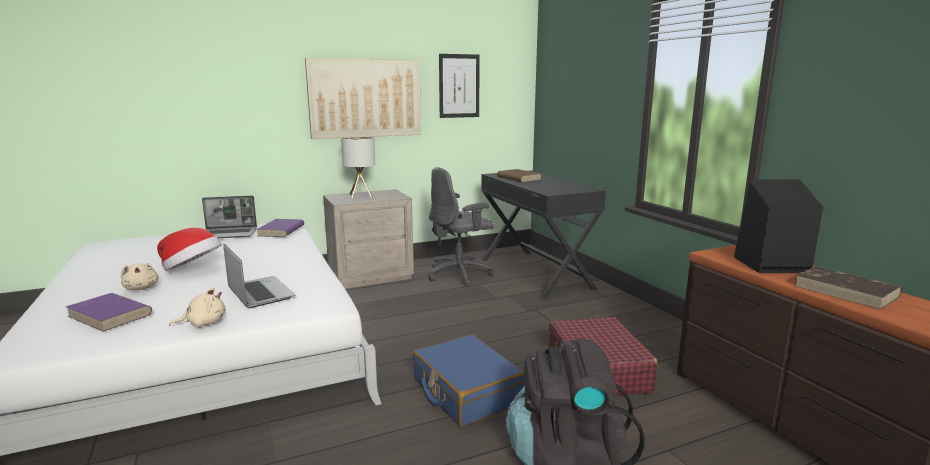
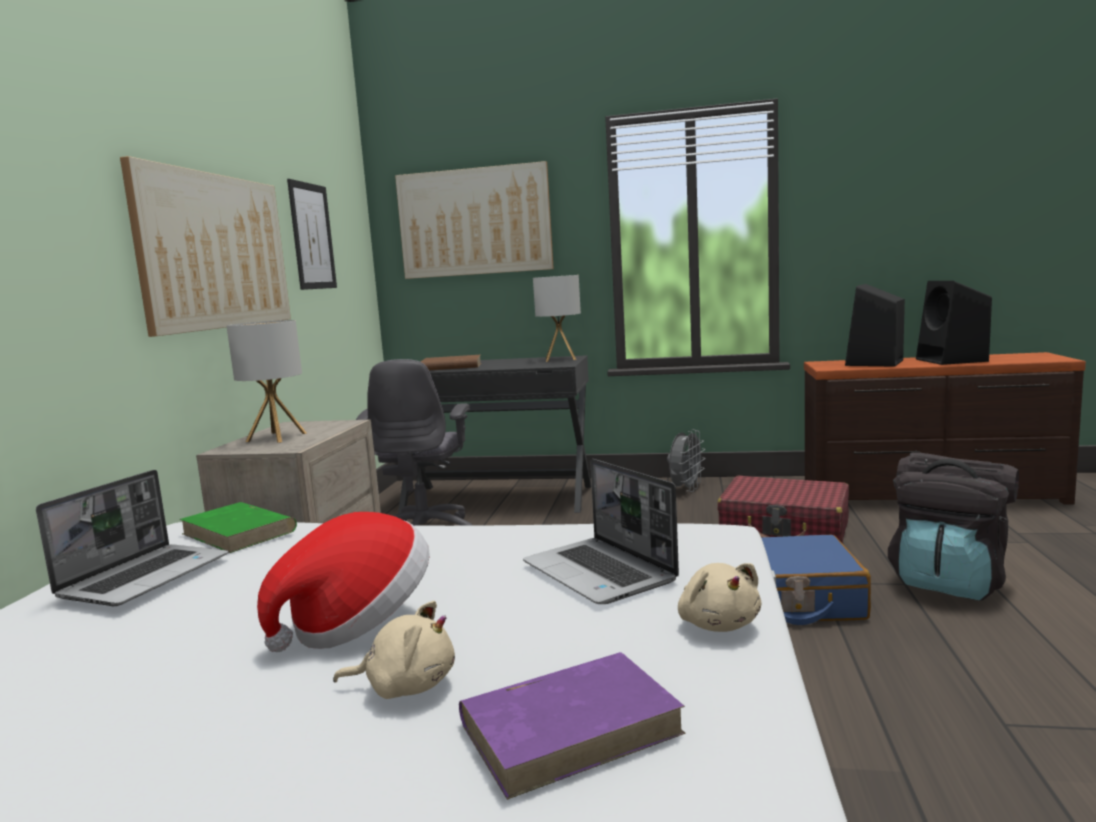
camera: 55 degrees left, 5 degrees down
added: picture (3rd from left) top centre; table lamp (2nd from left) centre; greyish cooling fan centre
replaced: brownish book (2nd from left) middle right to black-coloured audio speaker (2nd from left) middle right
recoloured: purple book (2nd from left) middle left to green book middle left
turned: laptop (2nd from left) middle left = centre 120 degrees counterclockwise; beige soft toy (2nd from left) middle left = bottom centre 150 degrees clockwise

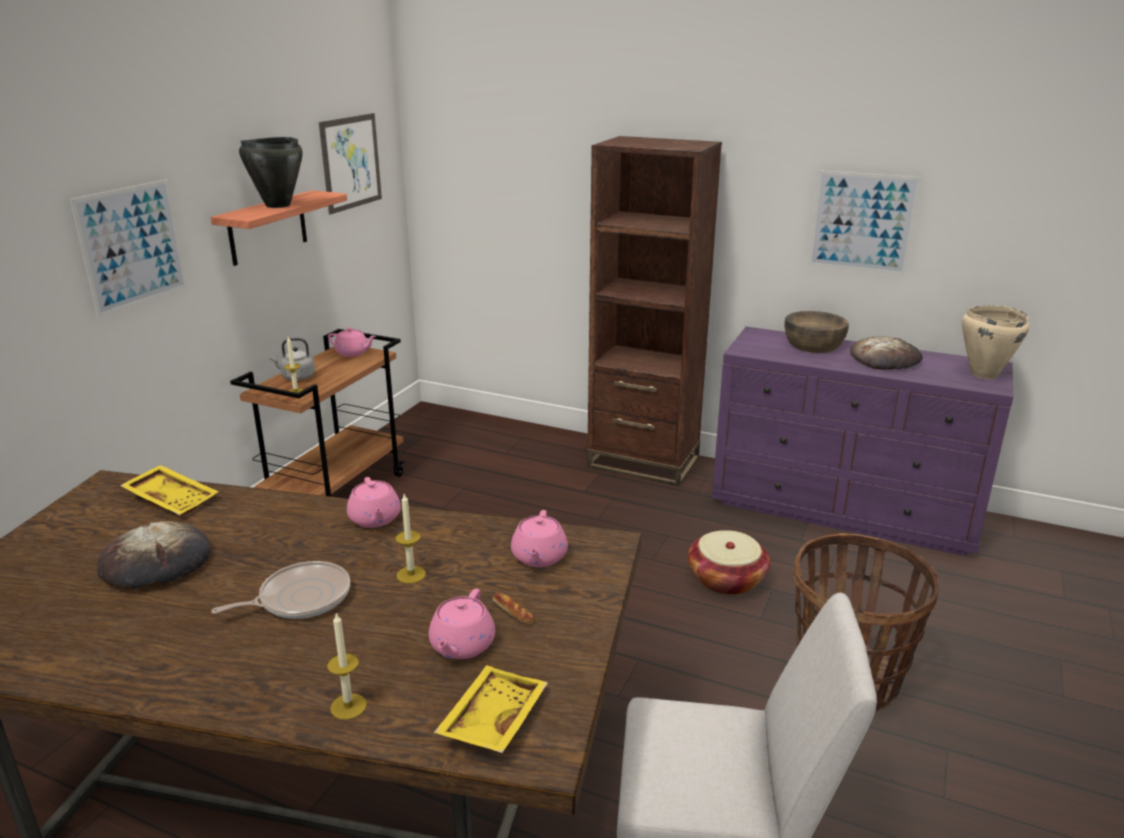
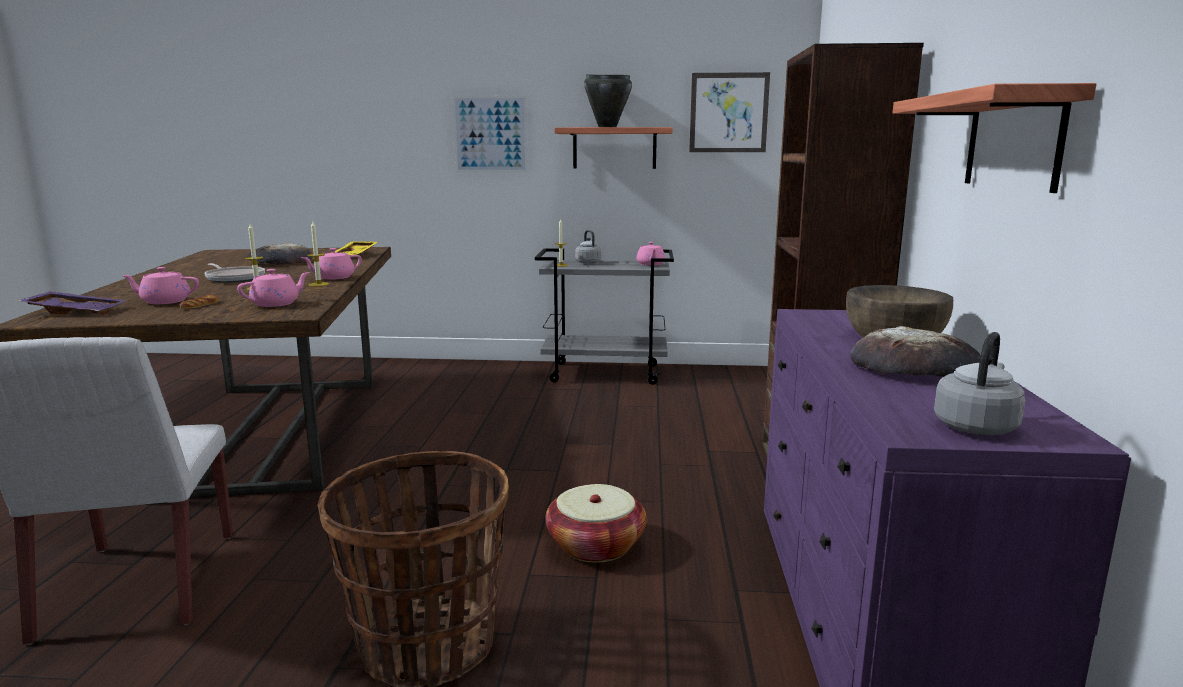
camera: 70 degrees right, 10 degrees down
moved: candle (2nd from left) bottom left to middle left
replaced: picture (3rd from left) top right to wall shelf (2nd from left) top right; beige cooking pot middle right to greyish kettle (2nd from left) middle right
recoloured: brownish trolley middle left to greyish trolley centre; yellow-coloured tray (2nd from left) bottom centre to purple tray middle left
turned: pink-coloured pot for tea (4th from left in the first image) centre = middle left 150 degrees clockwise

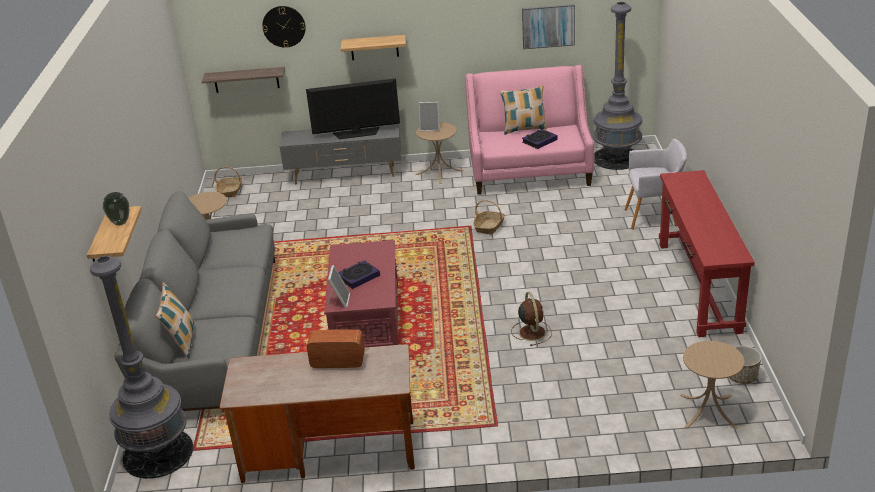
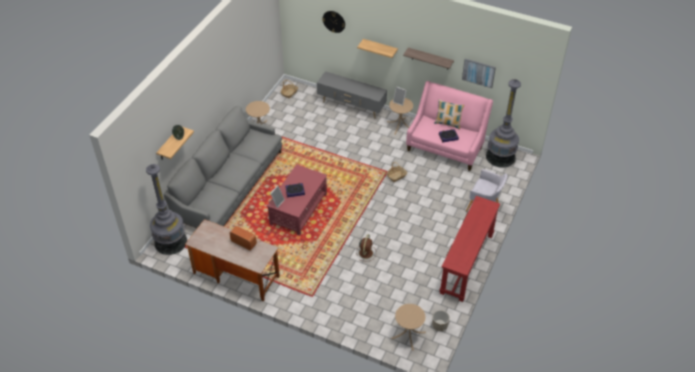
camera: 25 degrees right, 15 degrees up
removed: TV top centre; cushion (1st from left) middle left
moved: wall shelf (2nd from left in the first image) top left to wall shelf (3rd from left) top centre

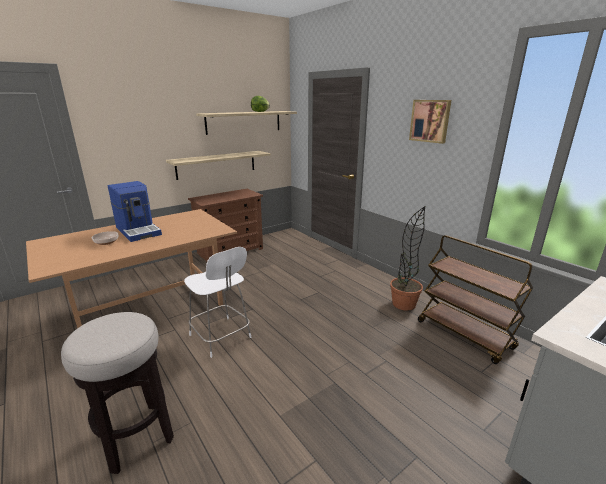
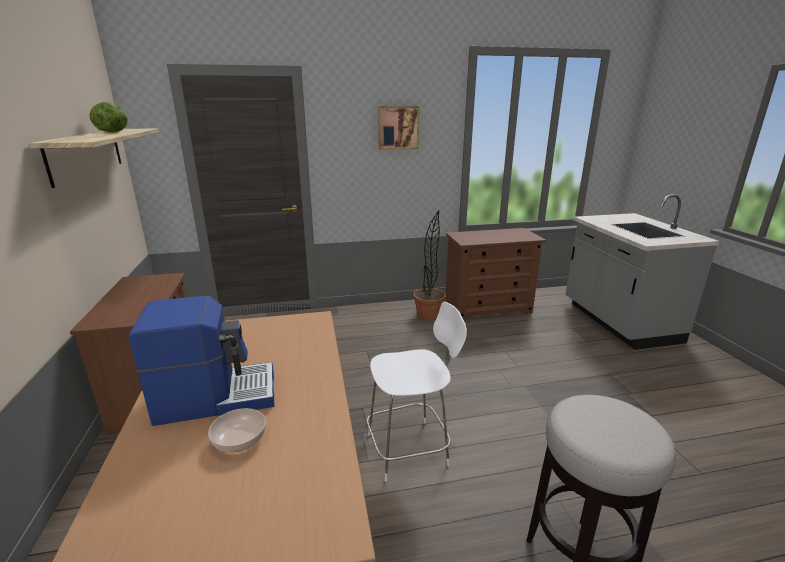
camera: 65 degrees left, 0 degrees up
removed: wall shelf (1st from left) centre
replaced: brownish trolley middle right to brownish dresser (2nd from left) centre

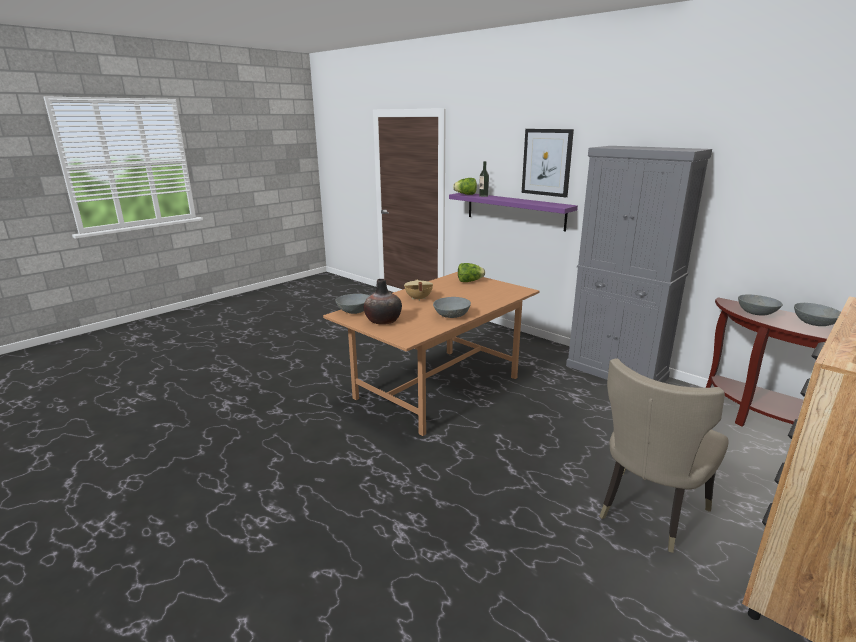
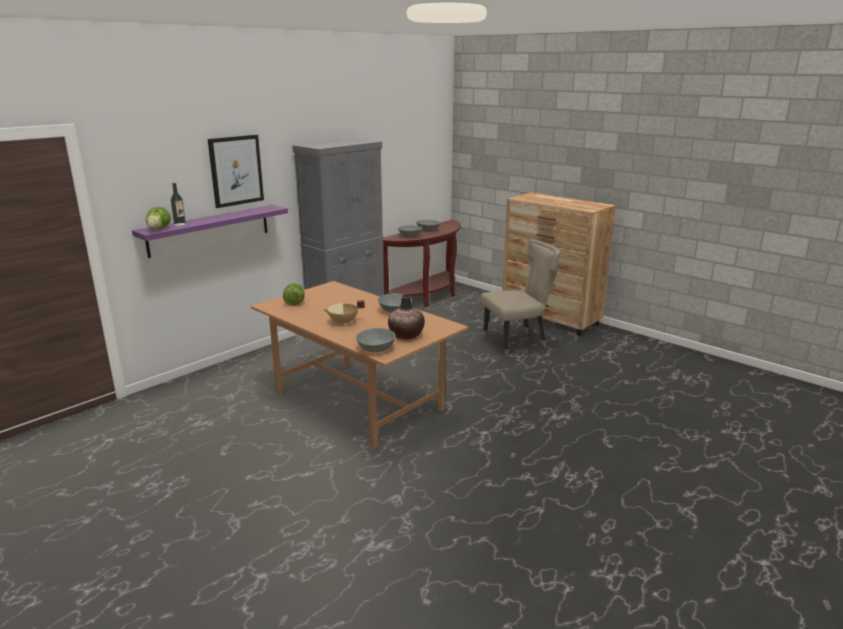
camera: 90 degrees left, 0 degrees up
turned: beige plain chair bottom right = centre 60 degrees counterclockwise

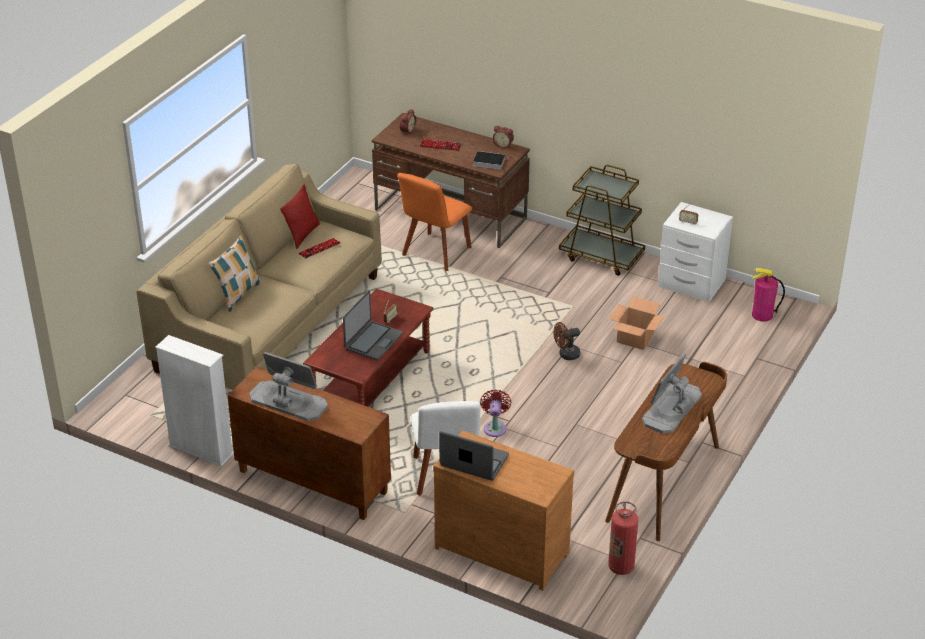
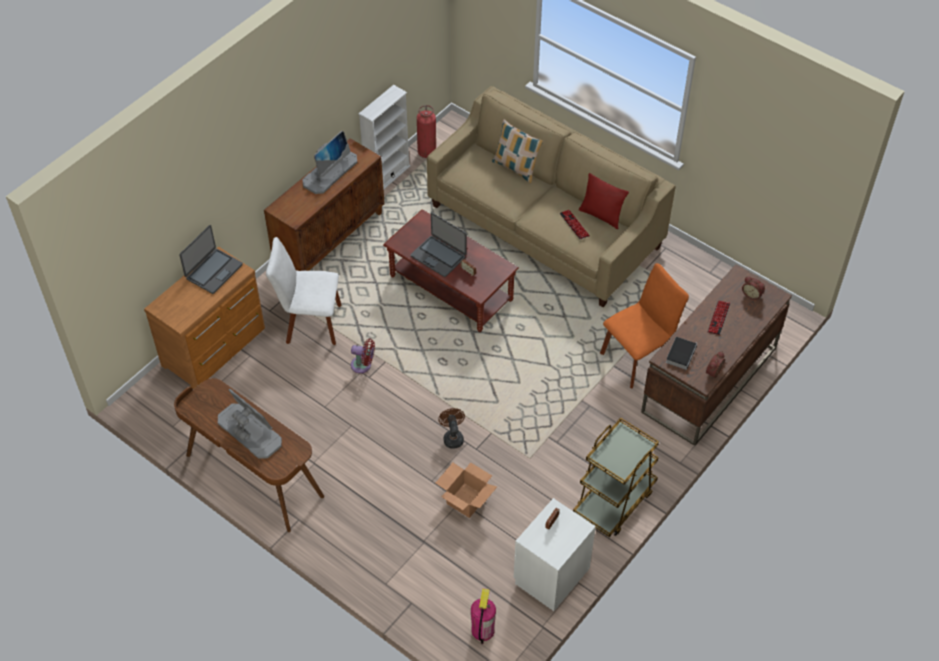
camera: 100 degrees right, 15 degrees up
moved: fire-fighting cylinder (1st from left) bottom right to top centre
turned: orange-coloured plain chair centre = middle right 105 degrees clockwise

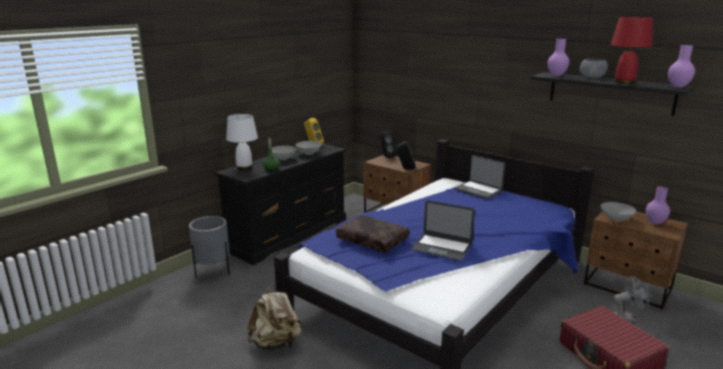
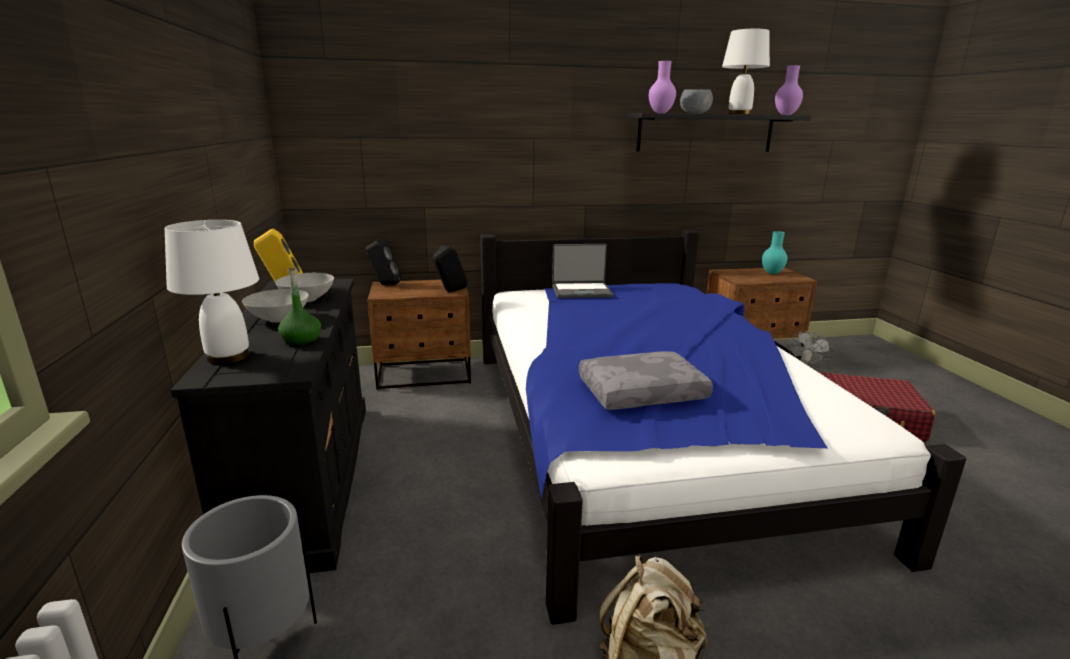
camera: 50 degrees left, 0 degrees up
removed: laptop (1st from left) centre; greyish bowl (4th from left) middle right
recoloured: red-coloured table lamp top right to white table lamp (2nd from left) top right; purple decorative vase (2nd from left) middle right to turquoise decorative vase middle right; brownish cushion centre to greyish cushion centre

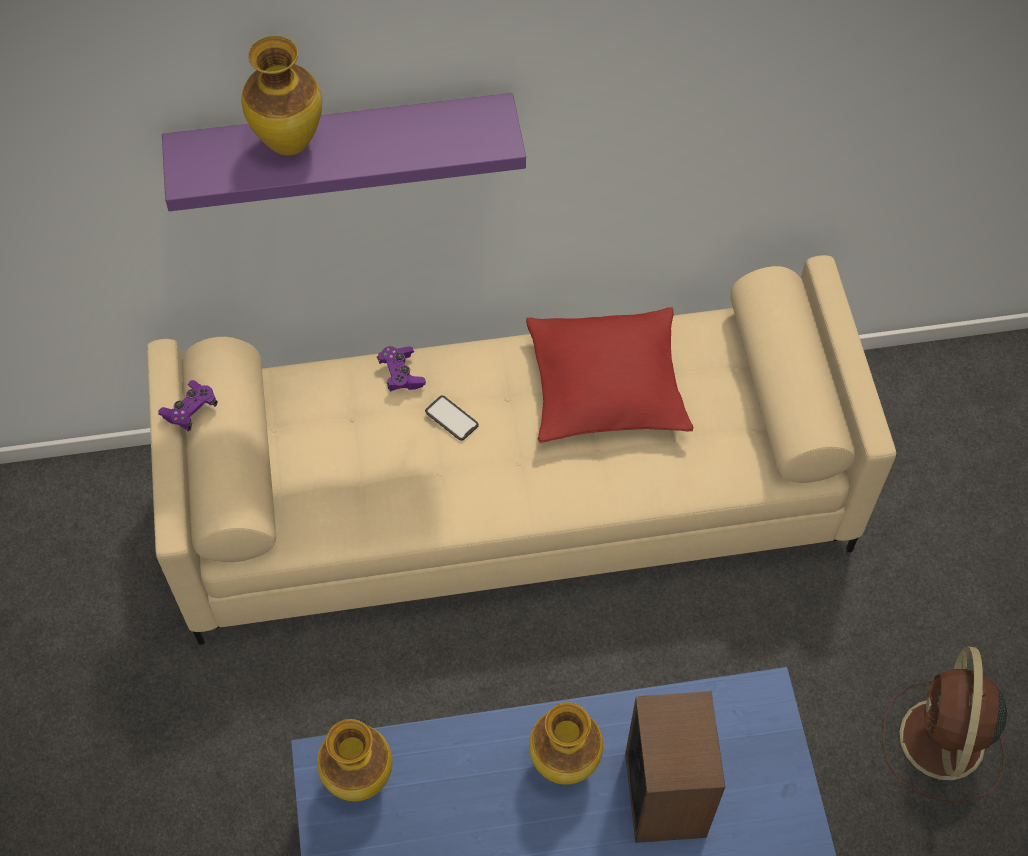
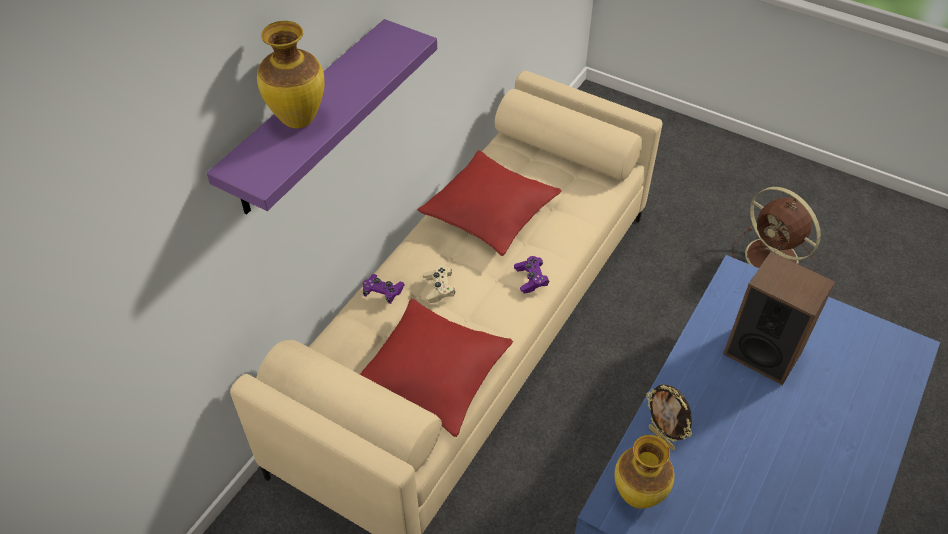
camera: 50 degrees left, 10 degrees down
removed: decorative vase (3rd from left) bottom centre
added: red-coloured cushion (1st from left) bottom centre; standing frame bottom right
moved: purple gamepad (1st from left in the first image) middle left to purple gamepad (2nd from left) centre
replaced: phone centre to beige gamepad centre

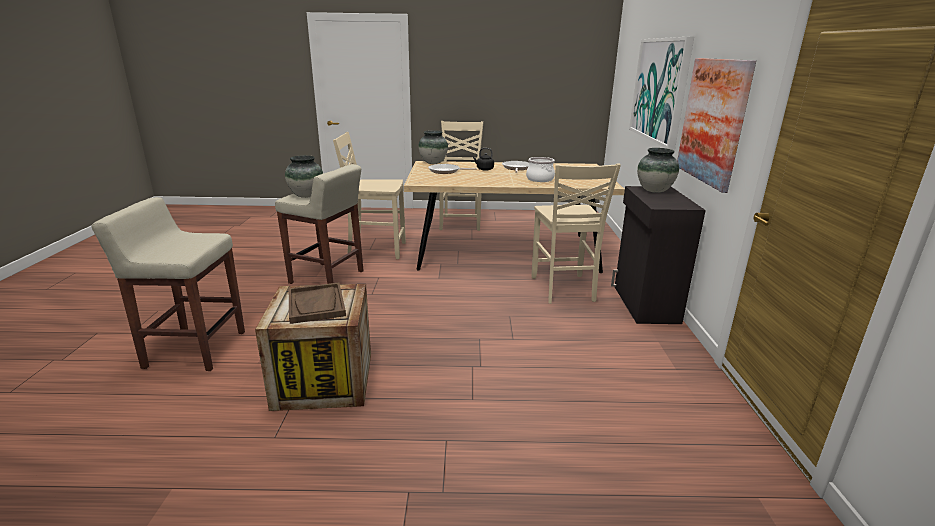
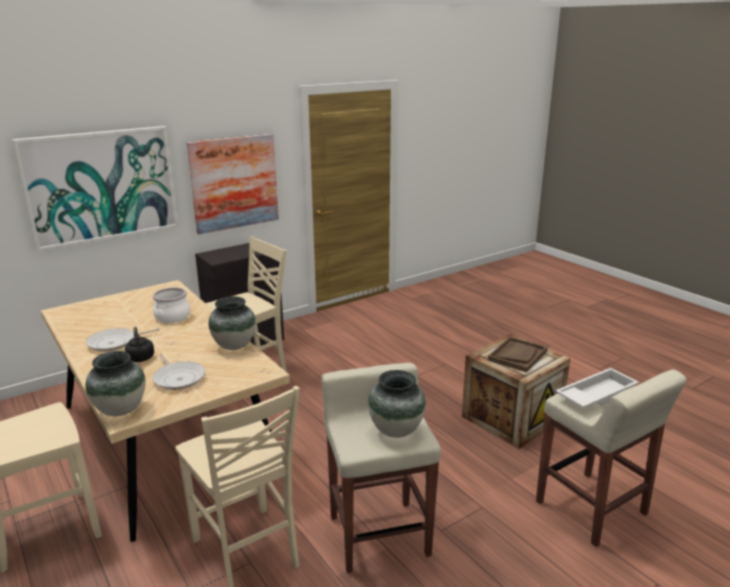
camera: 125 degrees left, 0 degrees up
added: white tray middle right
moved: decorative vase (3rd from left in the first image) top right to decorative vase (2nd from left) middle left

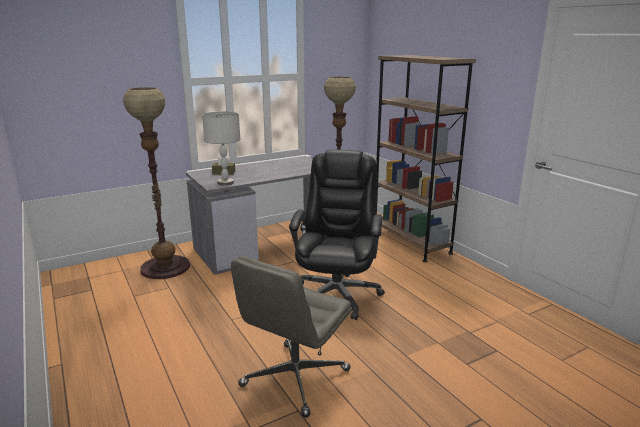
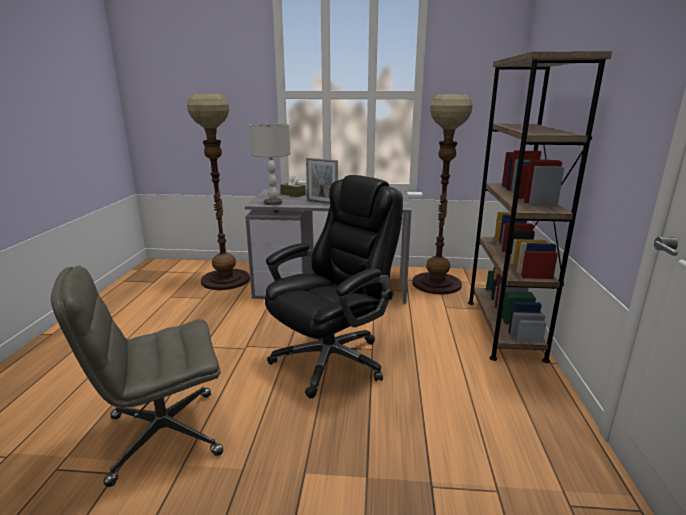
camera: 35 degrees right, 0 degrees up
added: standing frame centre

